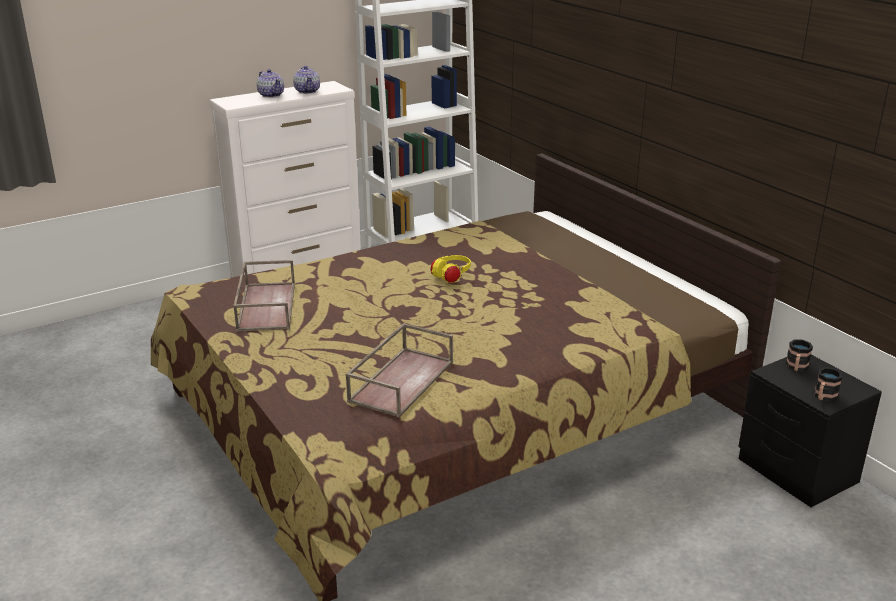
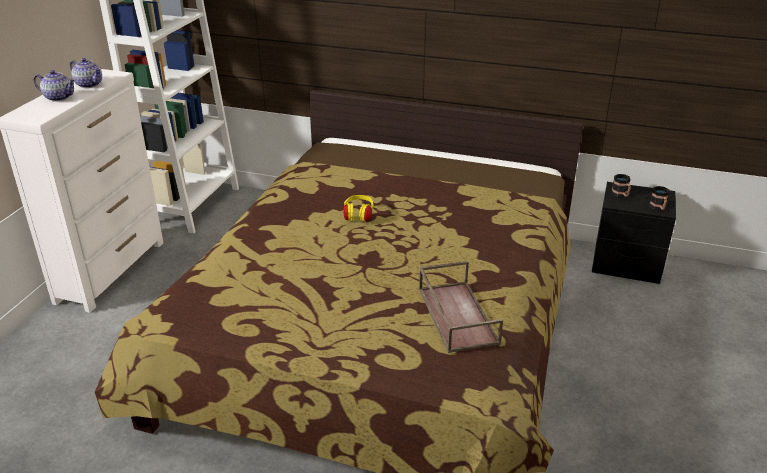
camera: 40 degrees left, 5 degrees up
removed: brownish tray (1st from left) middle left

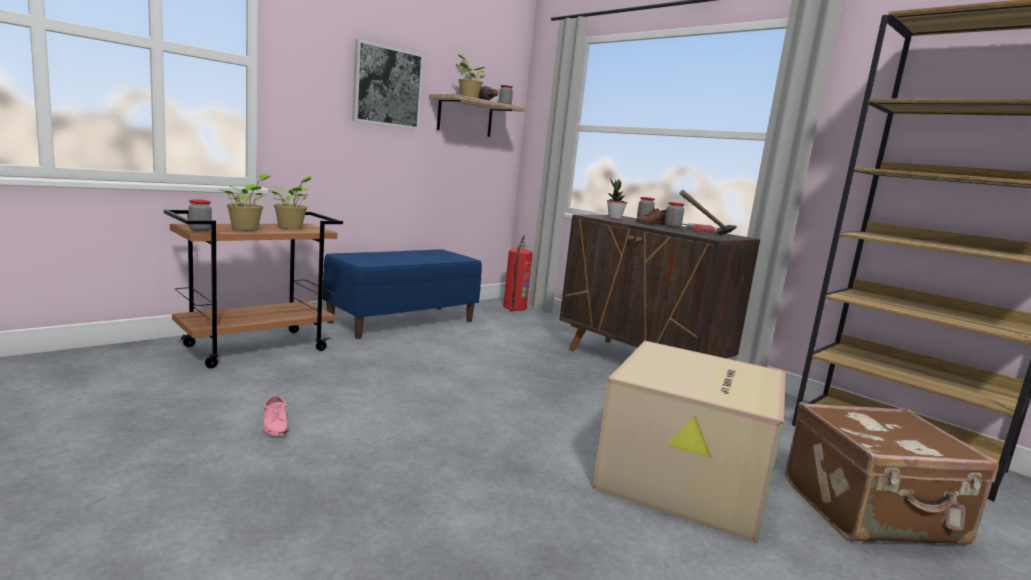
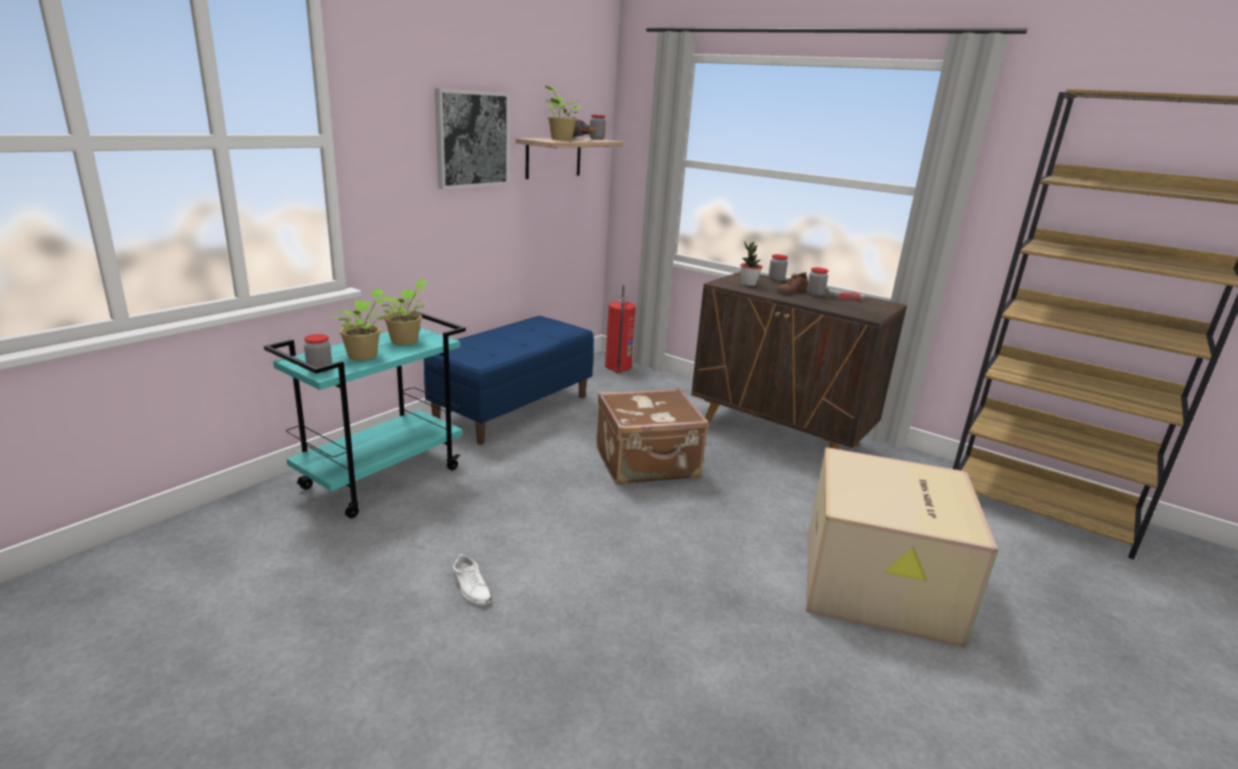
camera: 10 degrees left, 10 degrees up
removed: hand hammer middle right
moved: brownish travel case bottom right to centre
recoloured: brownish trolley middle left to turquoise trolley middle left; pink-coloured shoe bottom left to white shoe bottom centre

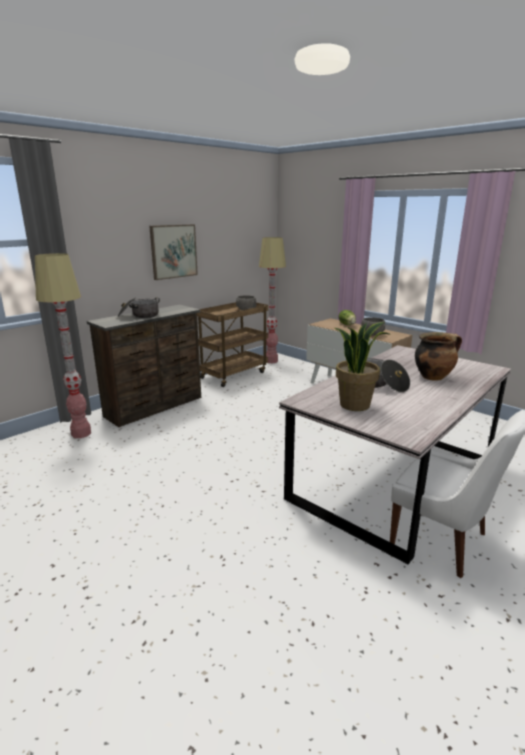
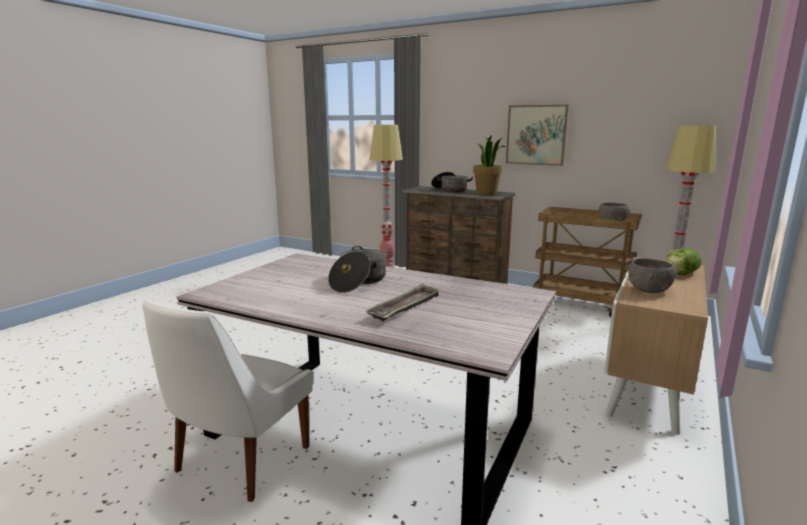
camera: 75 degrees right, 5 degrees down
moved: houseplant middle right to top centre
replaced: cooking pot (3rd from left) middle right to tray centre

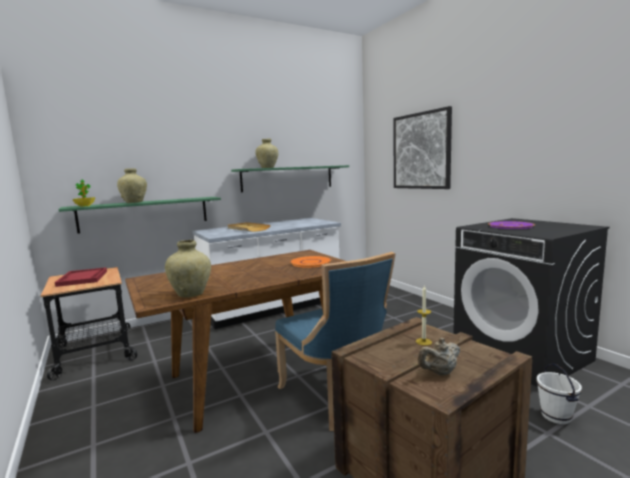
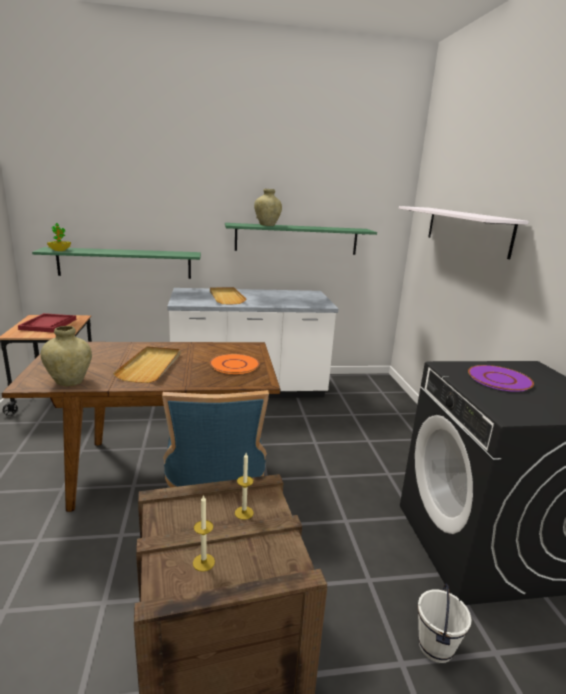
camera: 20 degrees right, 10 degrees up
removed: beige decorative vase (1st from left) middle left
added: beige tray (1st from left) middle left
replaced: picture top right to white wall shelf middle right; beige pot for tea bottom right to candle (1st from left) bottom centre

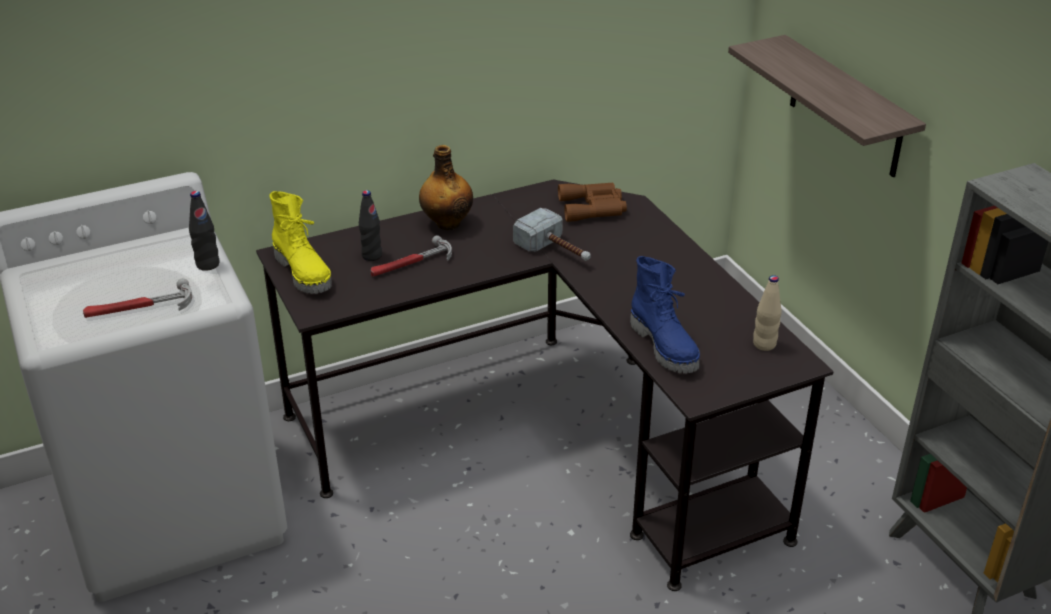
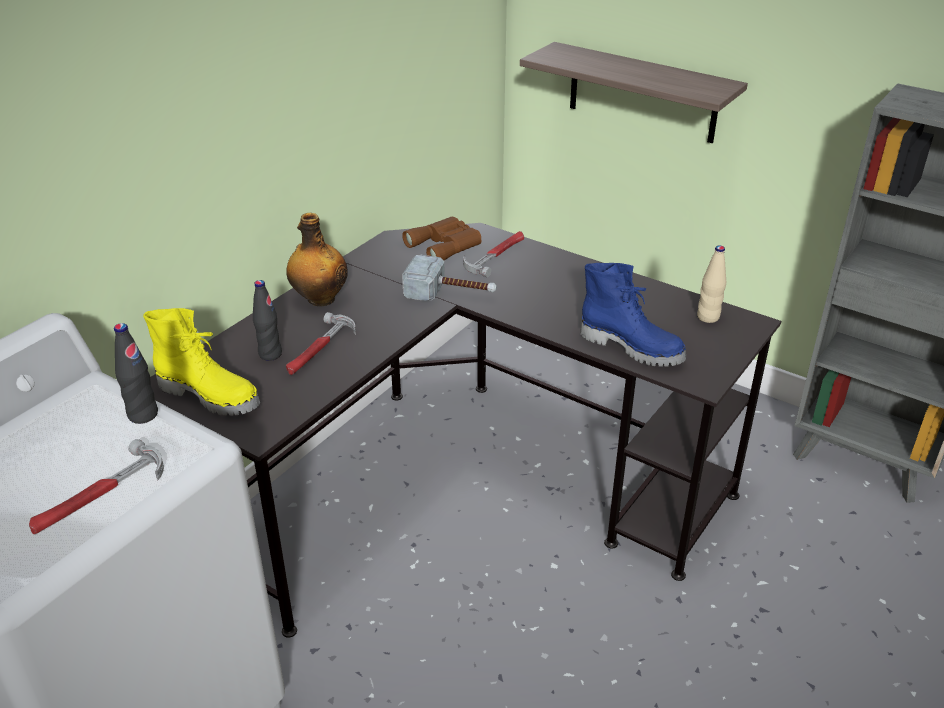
camera: 30 degrees left, 0 degrees up
added: hand hammer (4th from left) centre

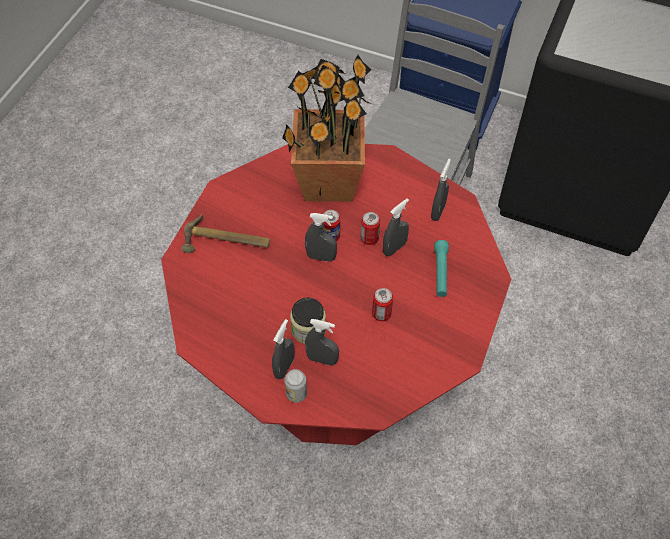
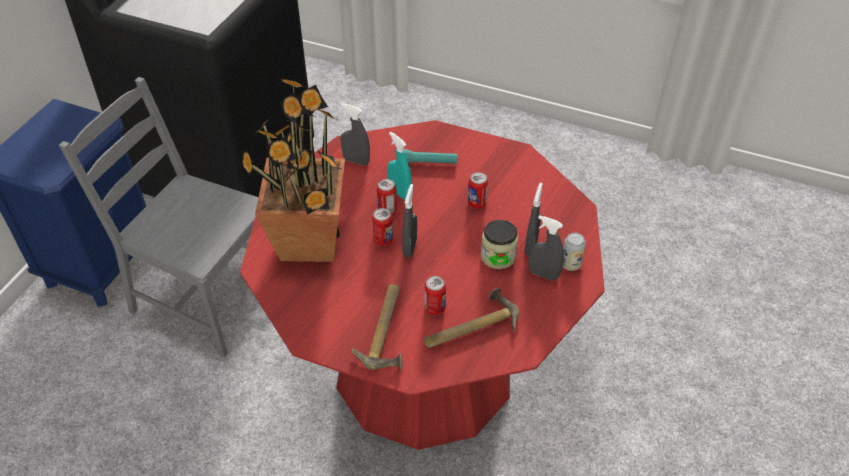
camera: 90 degrees left, 10 degrees down
added: metal can (3rd from left) centre; hand hammer (2nd from left) bottom centre
recoloured: greyish spray bottle (4th from left) centre to turquoise spray bottle centre

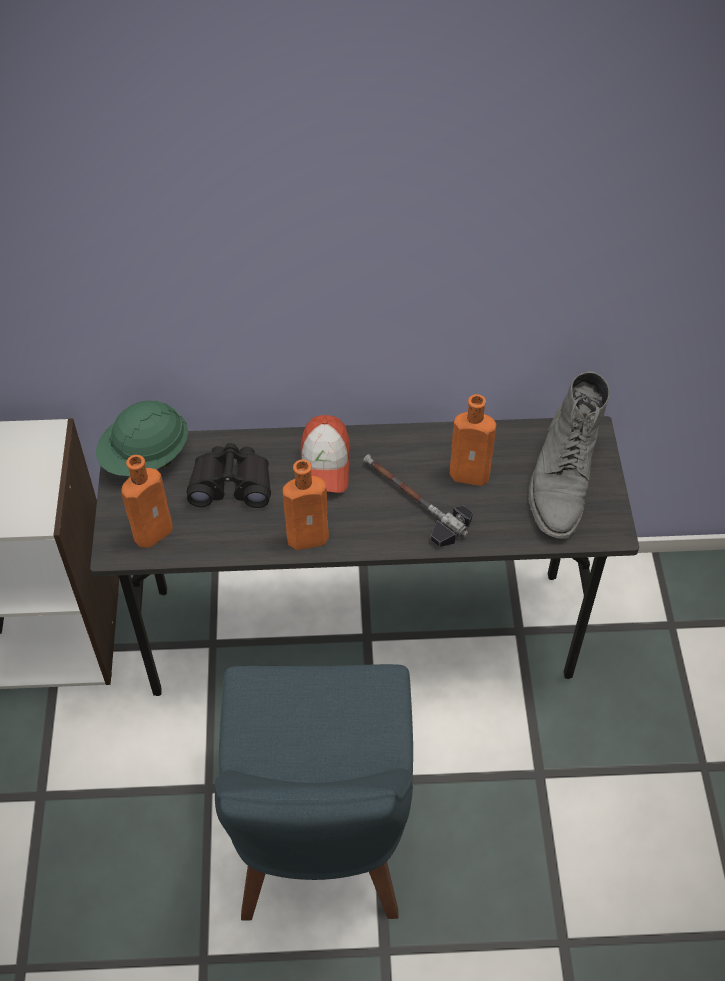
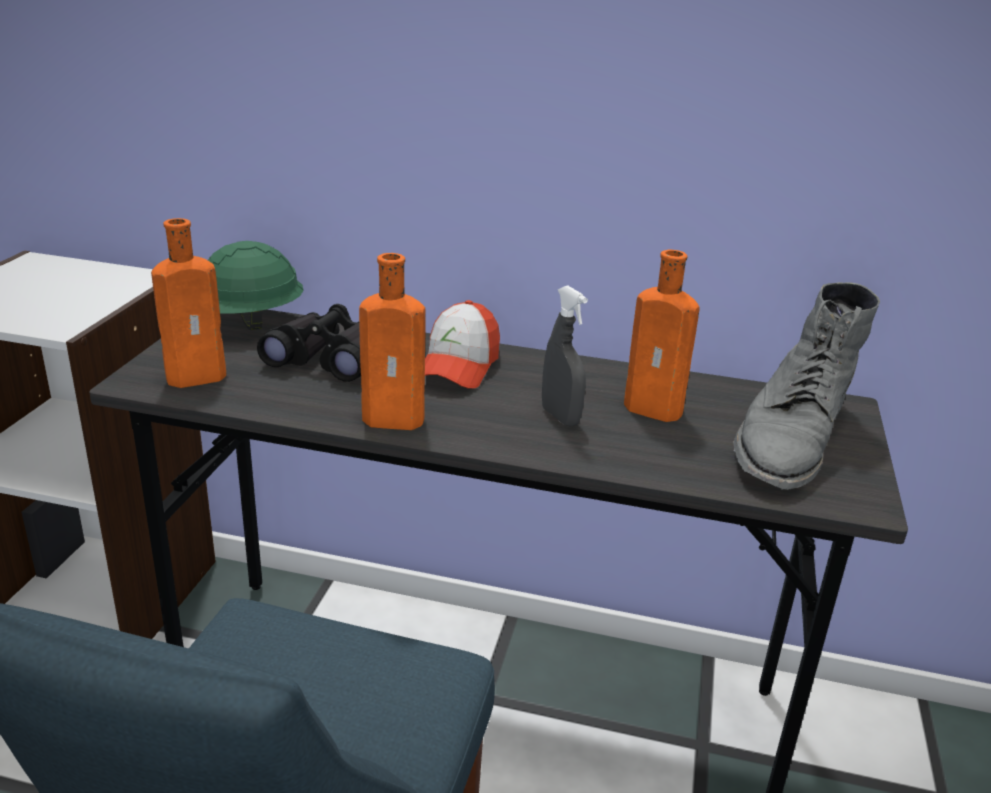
camera: 15 degrees right, 25 degrees down
replaced: hand hammer centre to greyish spray bottle centre

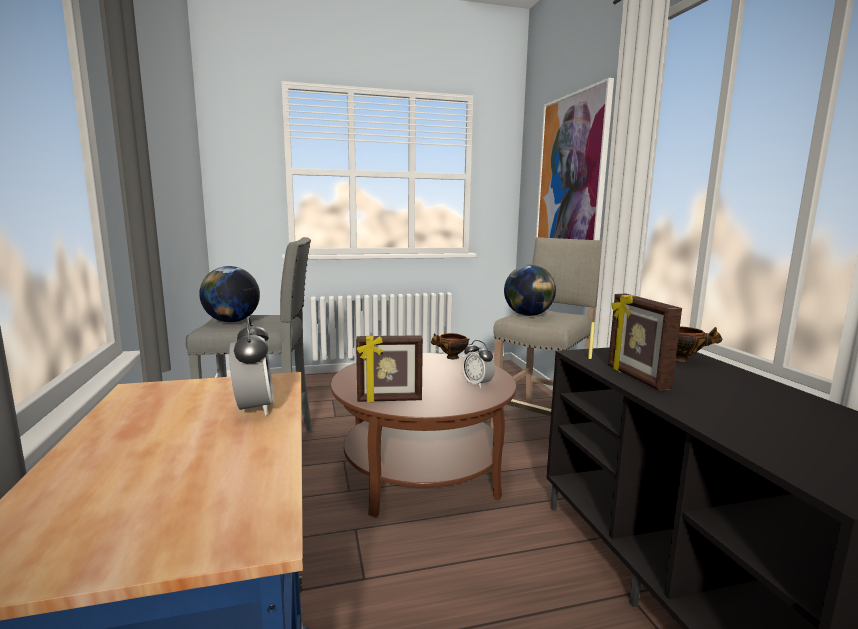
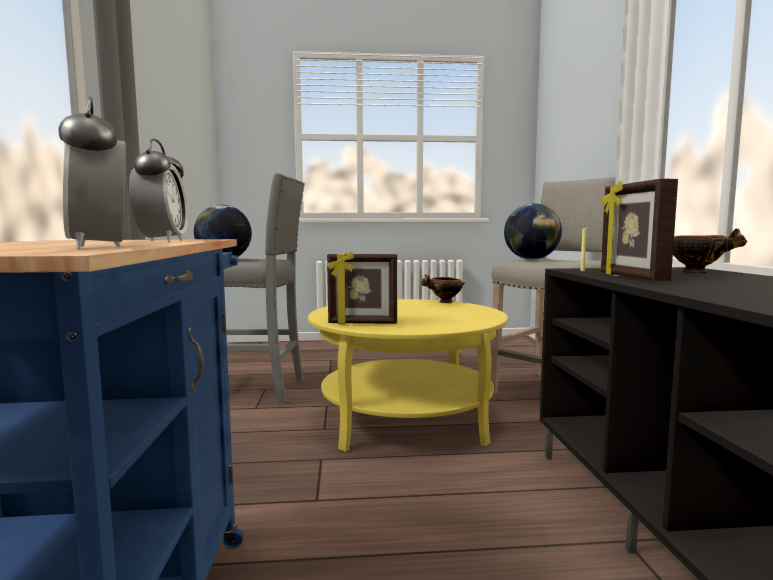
camera: 10 degrees right, 5 degrees down
removed: picture top right
moved: alarm clock (2nd from left in the first image) centre to alarm clock (1st from left) top left
recoloured: brownish low table bottom centre to yellow-coloured low table centre

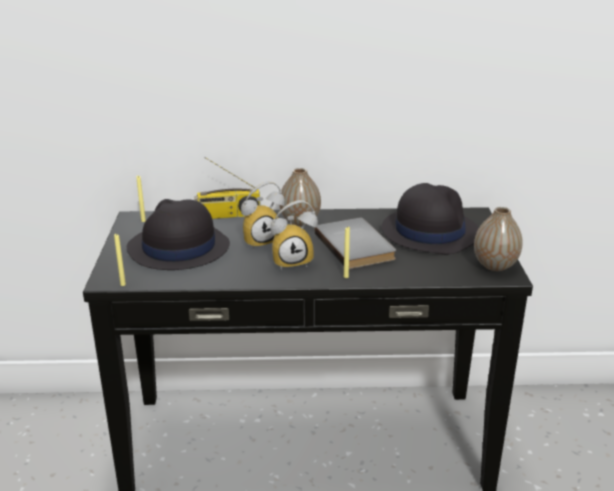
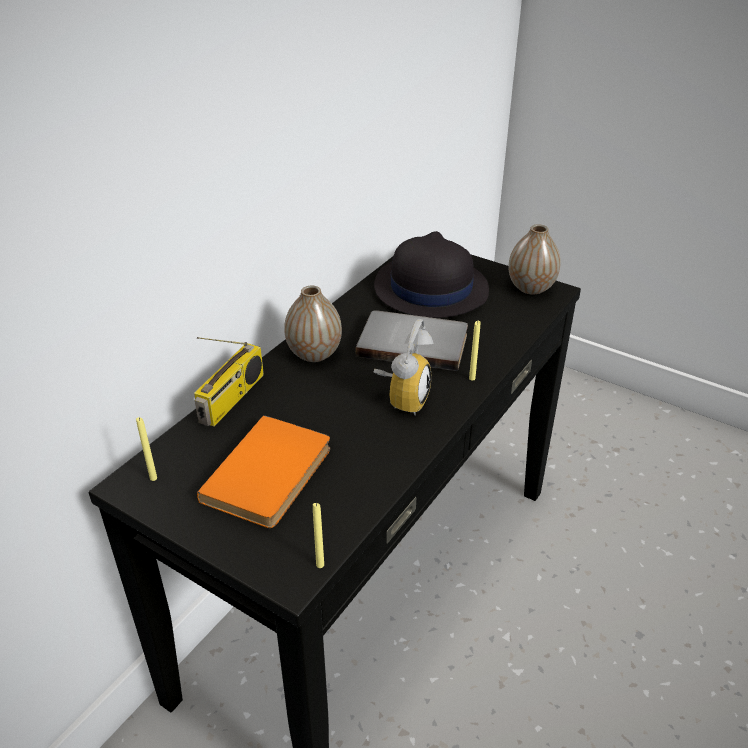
camera: 55 degrees left, 10 degrees up
removed: alarm clock (1st from left) centre
replaced: black-coloured hat (1st from left) middle left to orange-coloured book centre

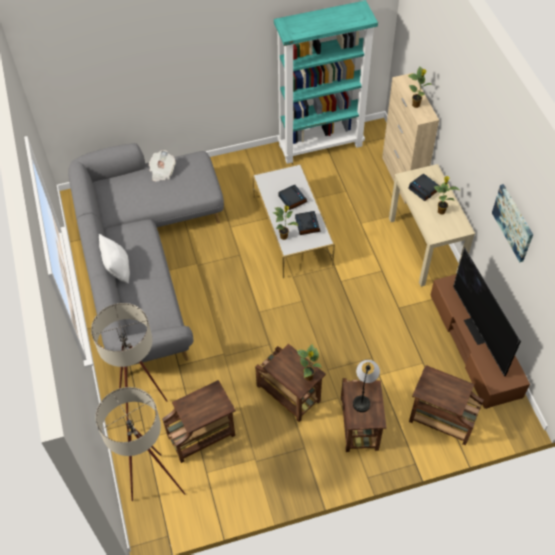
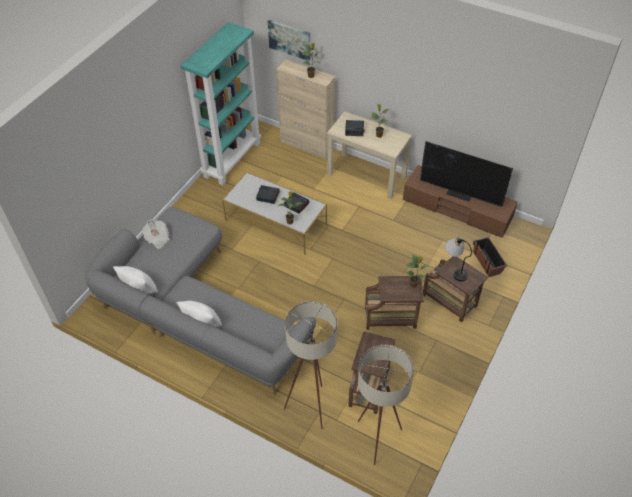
camera: 45 degrees left, 5 degrees down
added: white cushion (1st from left) middle left
moved: picture middle right to top centre
replaced: brownish accent table (4th from left) bottom right to plant pot middle right

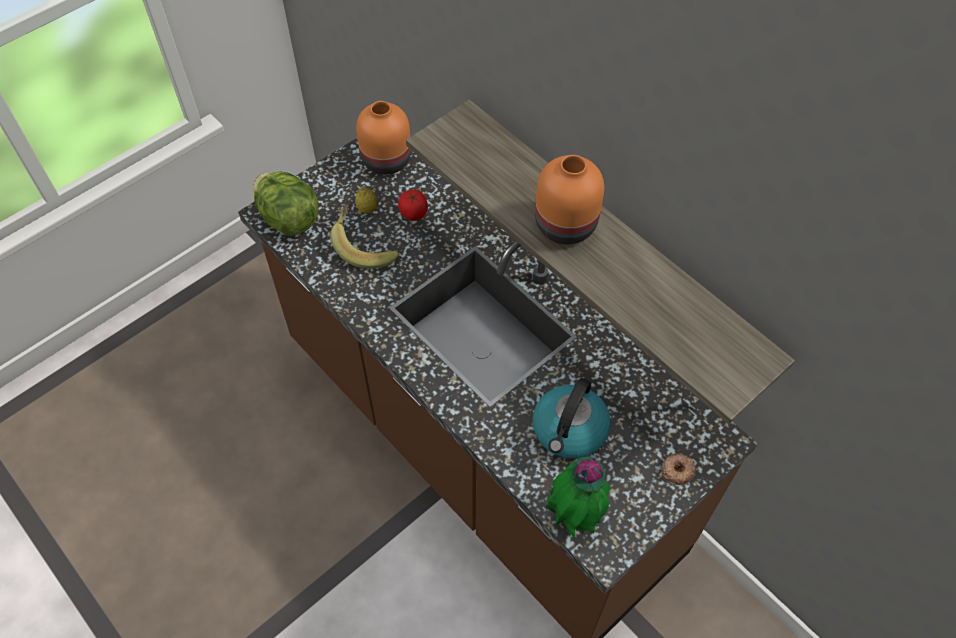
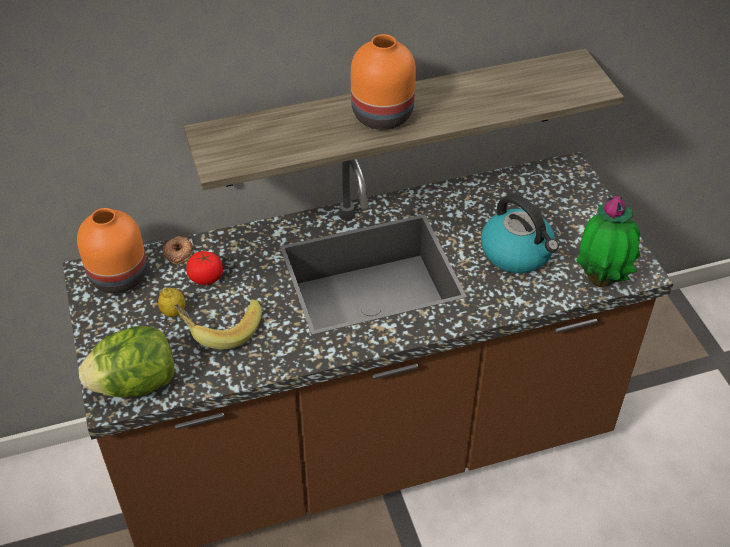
camera: 65 degrees left, 10 degrees down
moved: doughnut bottom right to middle left

